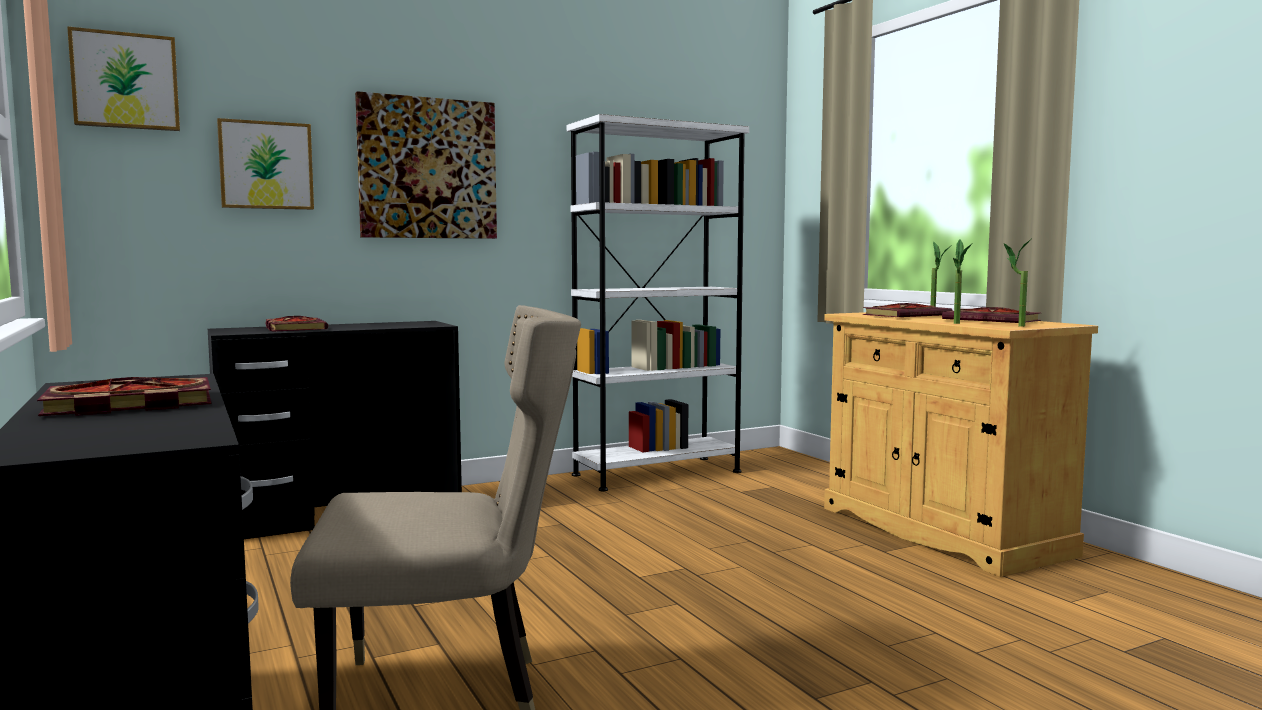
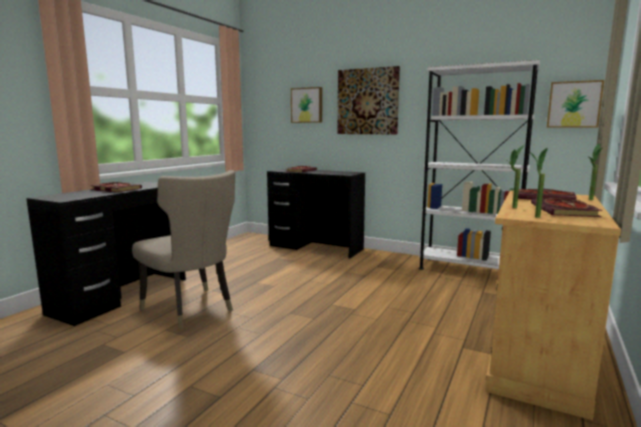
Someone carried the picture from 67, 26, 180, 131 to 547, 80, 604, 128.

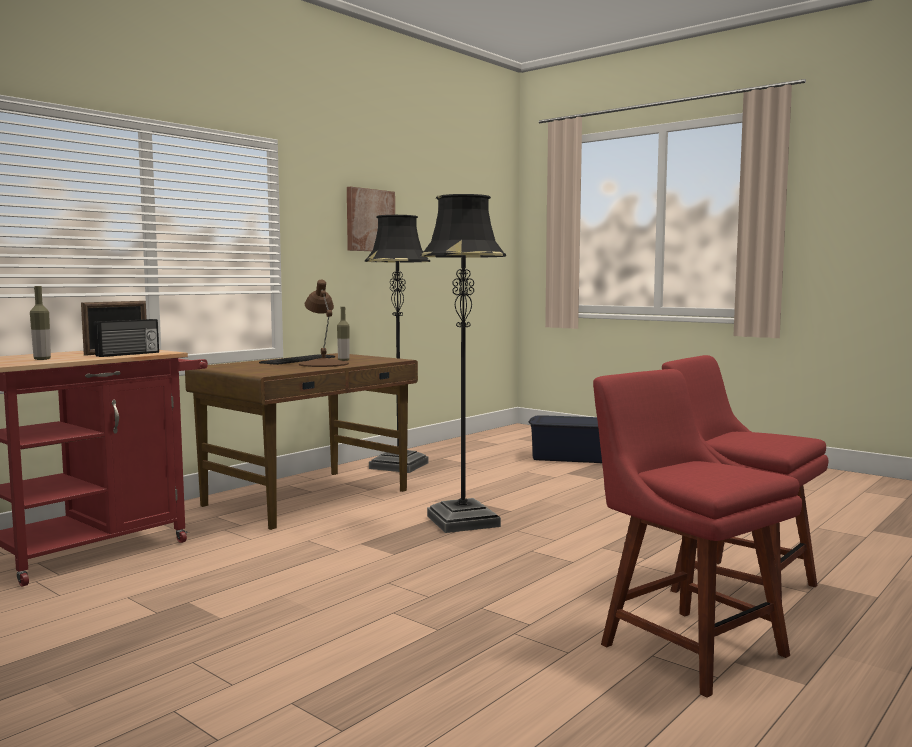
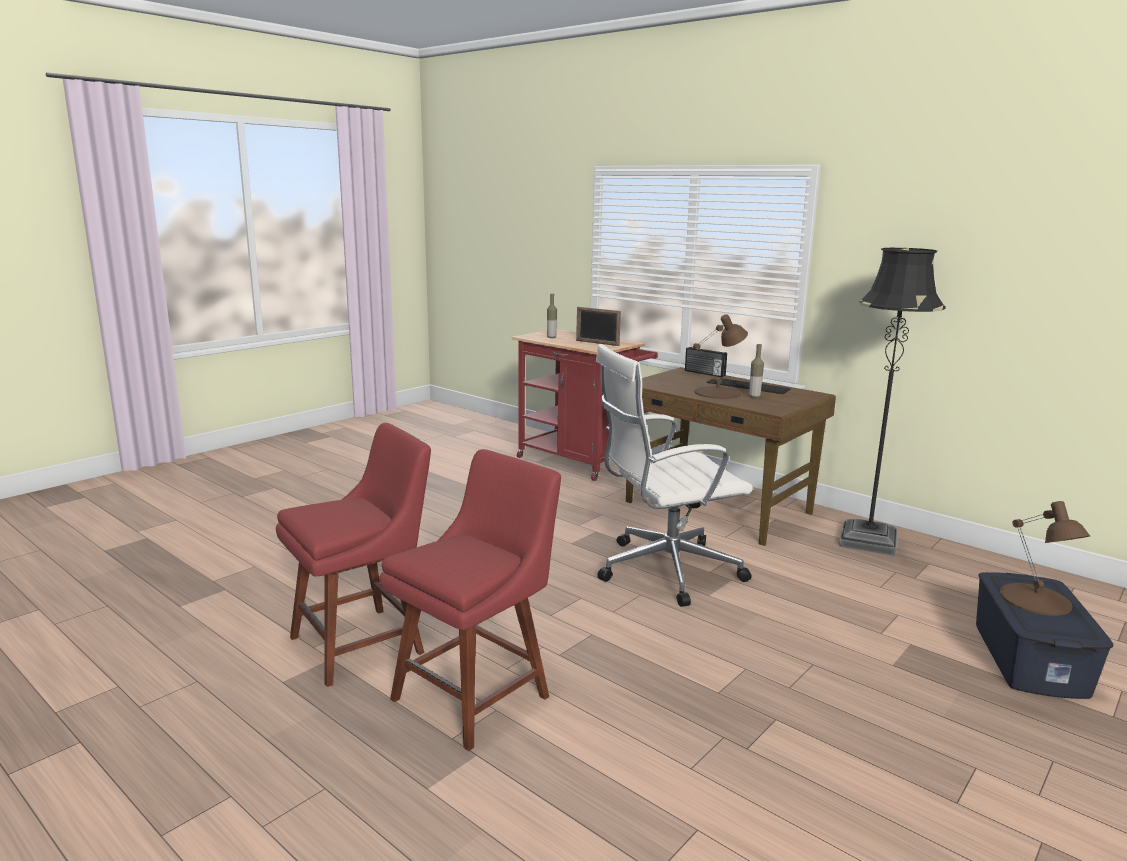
Someone carried the radio from 94, 319, 159, 357 to 685, 347, 727, 377.
Someone took away the picture at 347, 187, 395, 251.
Someone swapped the floor lamp/black at 421, 194, 506, 533 for the office chair/white at 596, 344, 753, 607.
Someone put down the table lamp/brown at 1000, 501, 1090, 616.

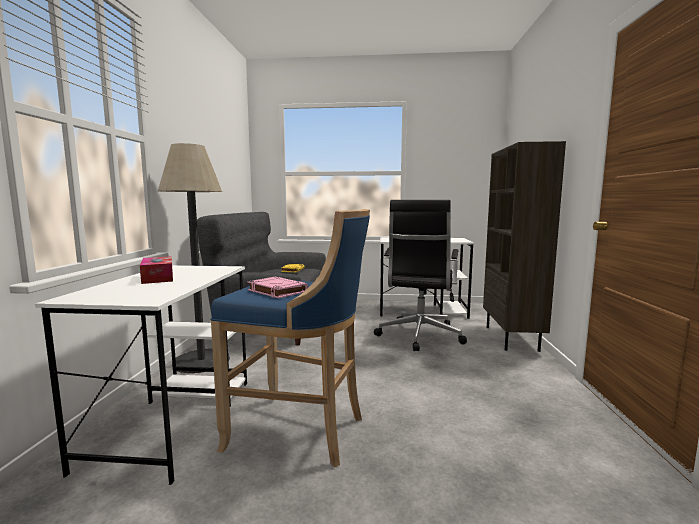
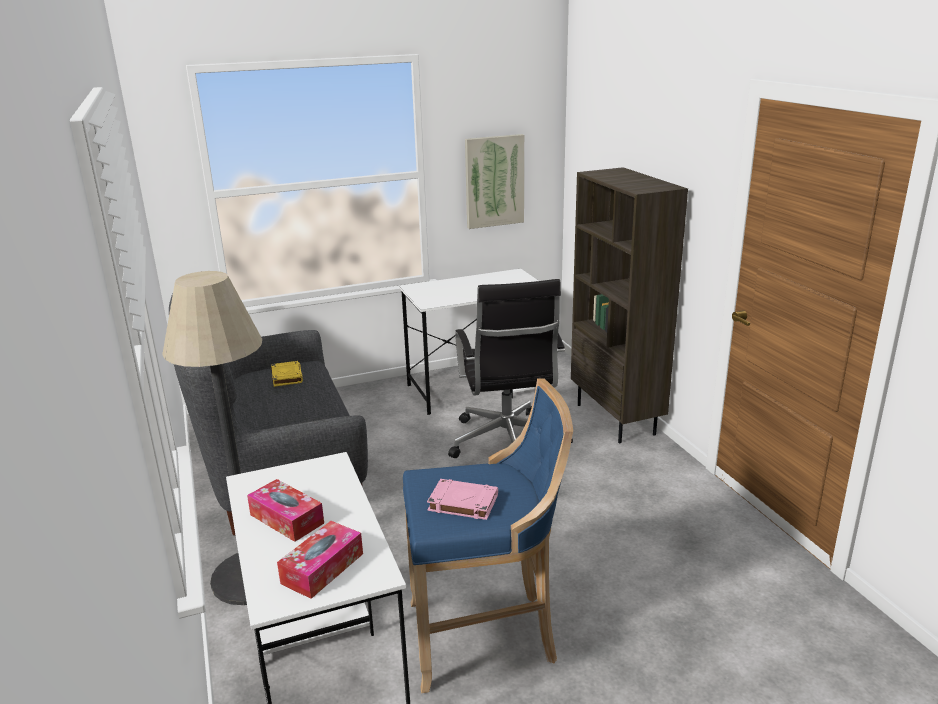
Someone put down the tissue box at 277, 521, 363, 599.
Someone put up the picture at 465, 134, 524, 229.

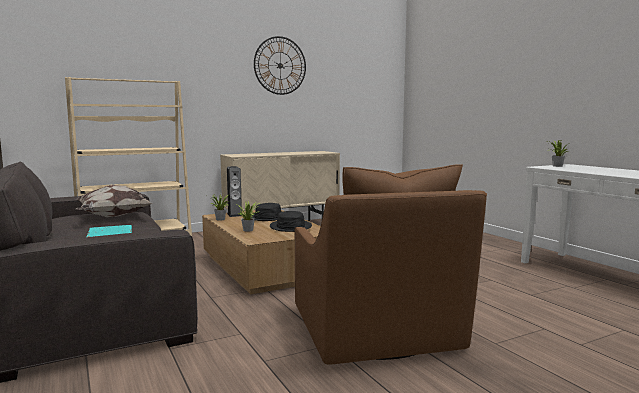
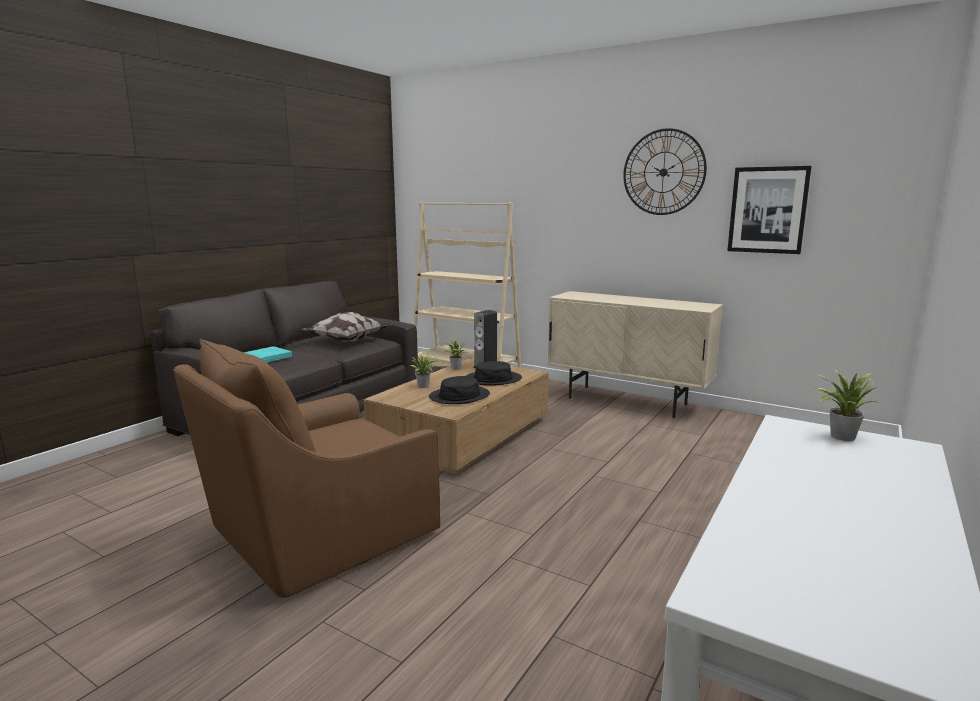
Someone put up the picture at 727, 166, 812, 254.

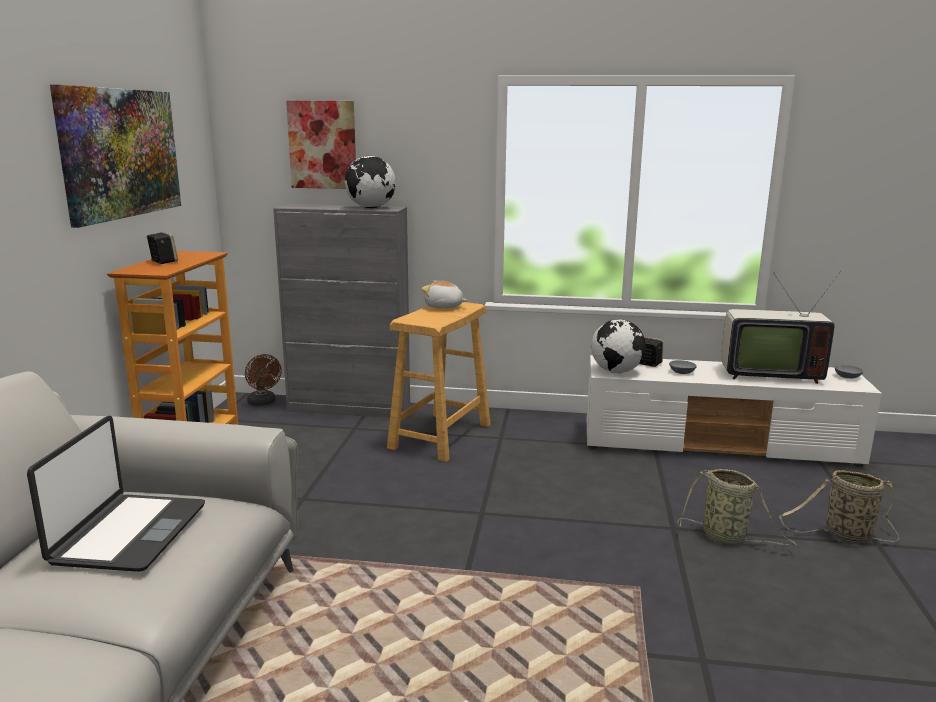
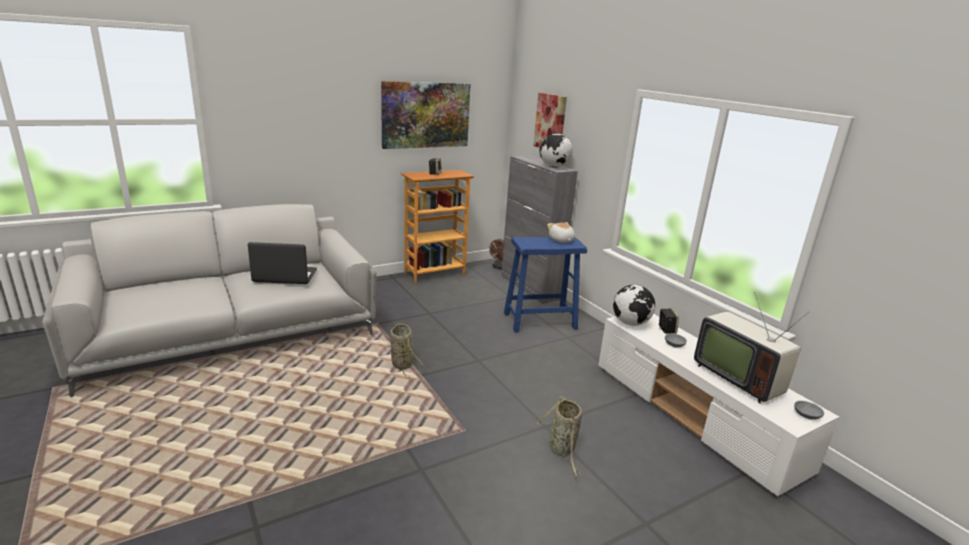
Someone rotated the laptop at 27, 416, 205, 572 by 150 degrees counterclockwise.
Someone repainted the stool/beige at 387, 302, 491, 462, which became the stool/blue at 504, 237, 587, 333.
Someone carried the basket from 779, 470, 899, 543 to 388, 324, 425, 375.

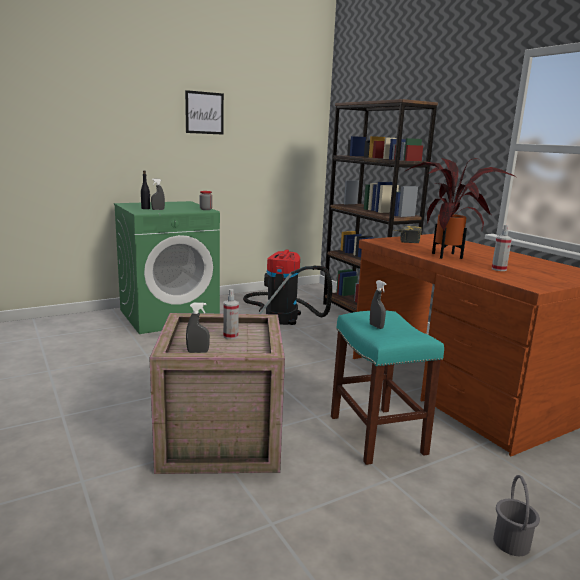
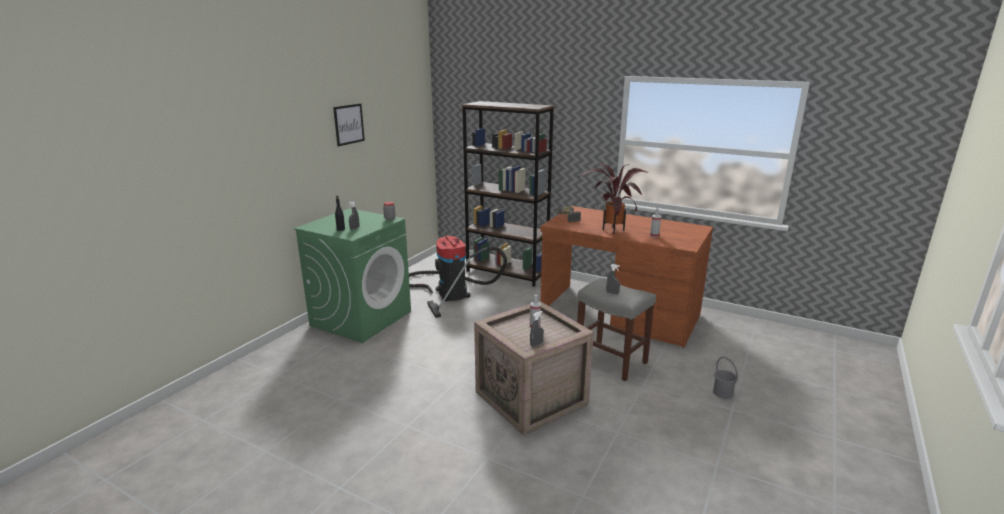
Someone repainted the stool/turquoise at 331, 311, 444, 465, which became the stool/grey at 577, 278, 656, 381.

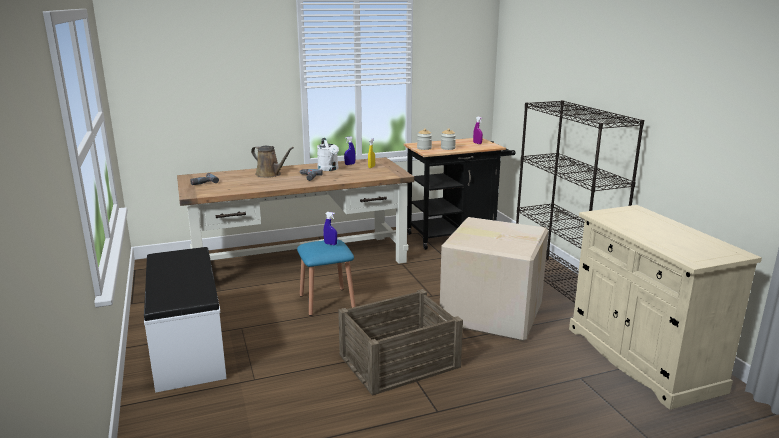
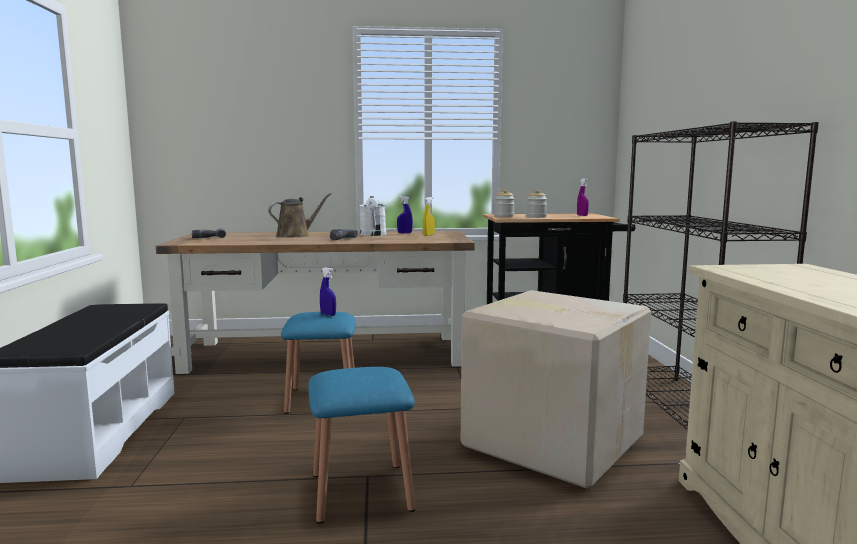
Someone rotated the watering can/brown at 251, 146, 294, 178 by 90 degrees counterclockwise.
Someone swapped the crate at 338, 289, 463, 396 for the stool/blue at 308, 367, 415, 524.

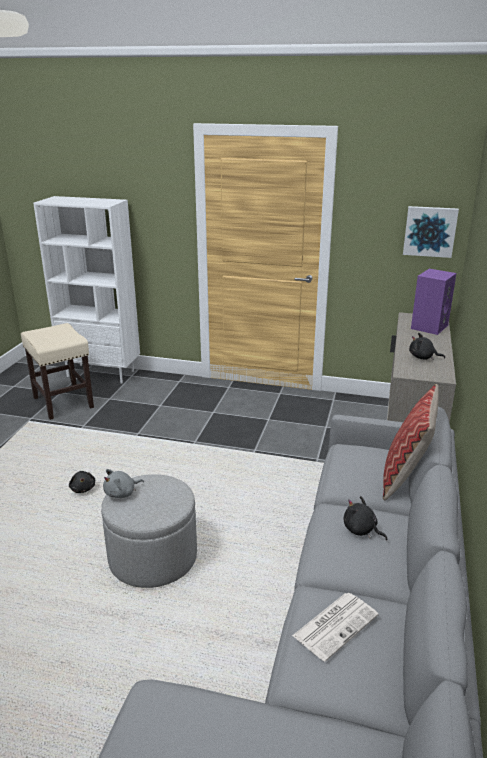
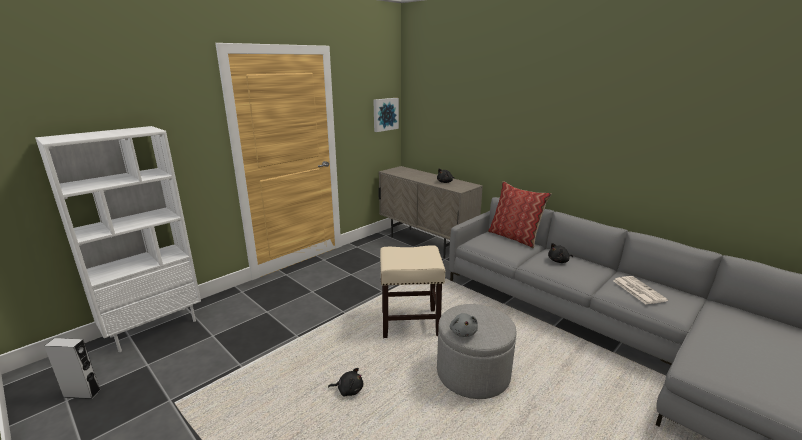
Someone carried the stool/beige from 21, 323, 94, 420 to 380, 246, 445, 338.
Someone took away the speaker/purple at 411, 269, 456, 335.
Someone put down the speaker/grey at 44, 338, 101, 399.

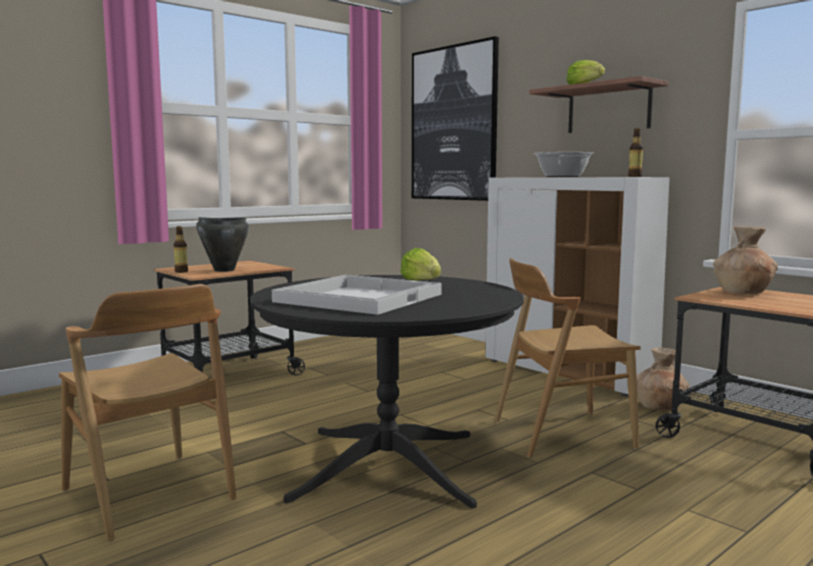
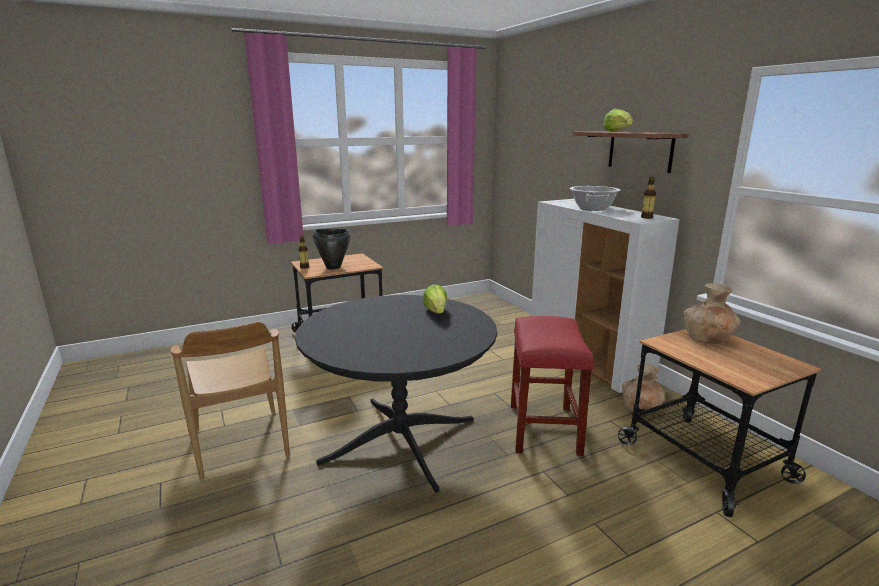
Someone took away the tray/white at 272, 275, 442, 315.
Someone took away the picture at 412, 36, 499, 201.
Someone swapped the chair/brown at 495, 258, 641, 458 for the stool/red at 511, 316, 594, 456.

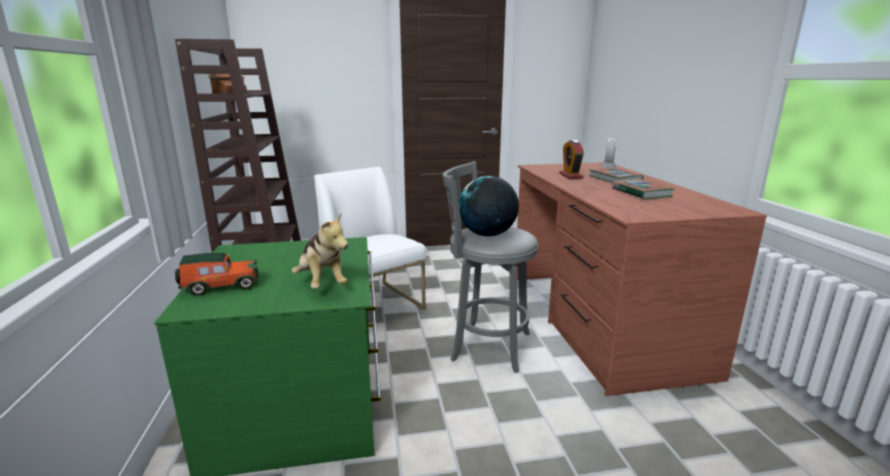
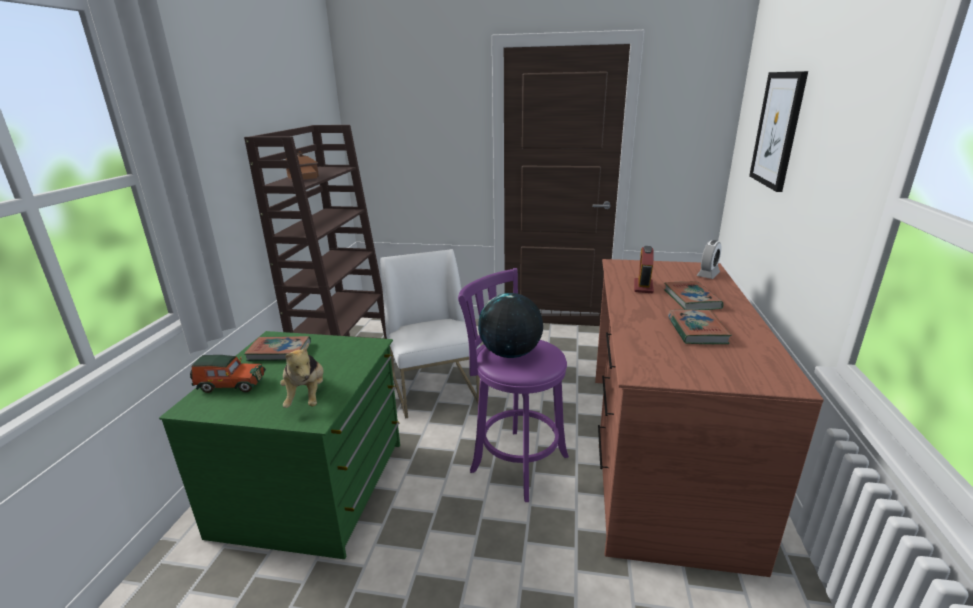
Someone repainted the stool/grey at 443, 161, 538, 373, which became the stool/purple at 458, 268, 569, 502.
Someone put down the book at 244, 336, 311, 361.
Someone put up the picture at 749, 71, 808, 192.

